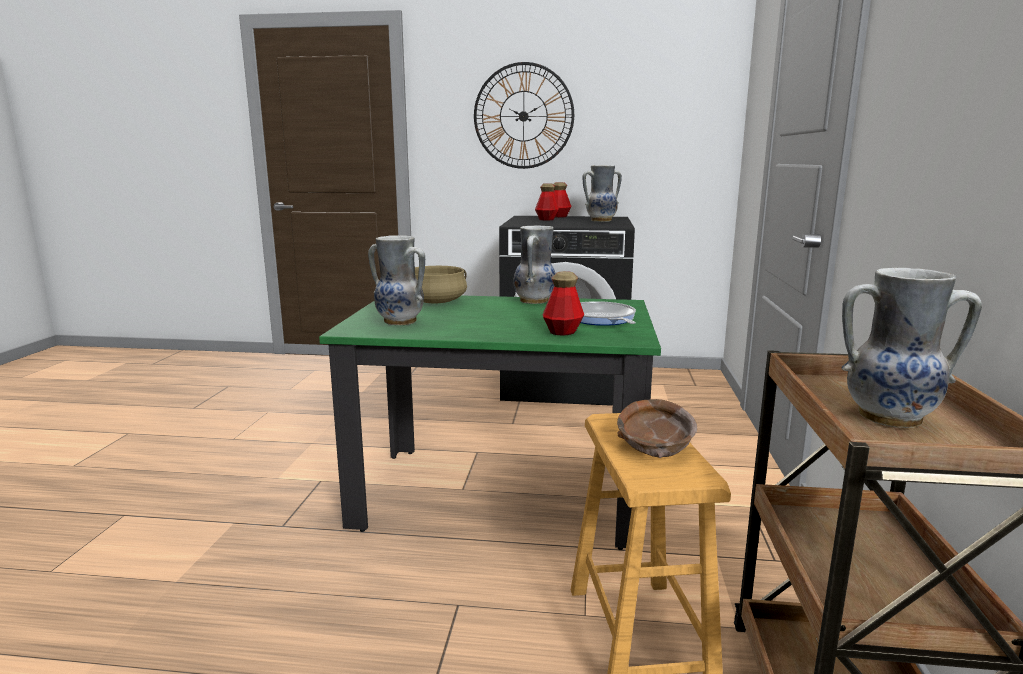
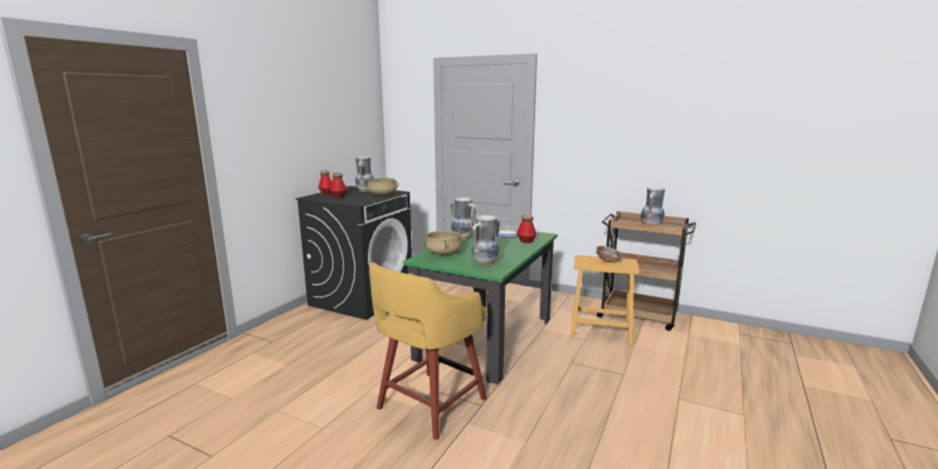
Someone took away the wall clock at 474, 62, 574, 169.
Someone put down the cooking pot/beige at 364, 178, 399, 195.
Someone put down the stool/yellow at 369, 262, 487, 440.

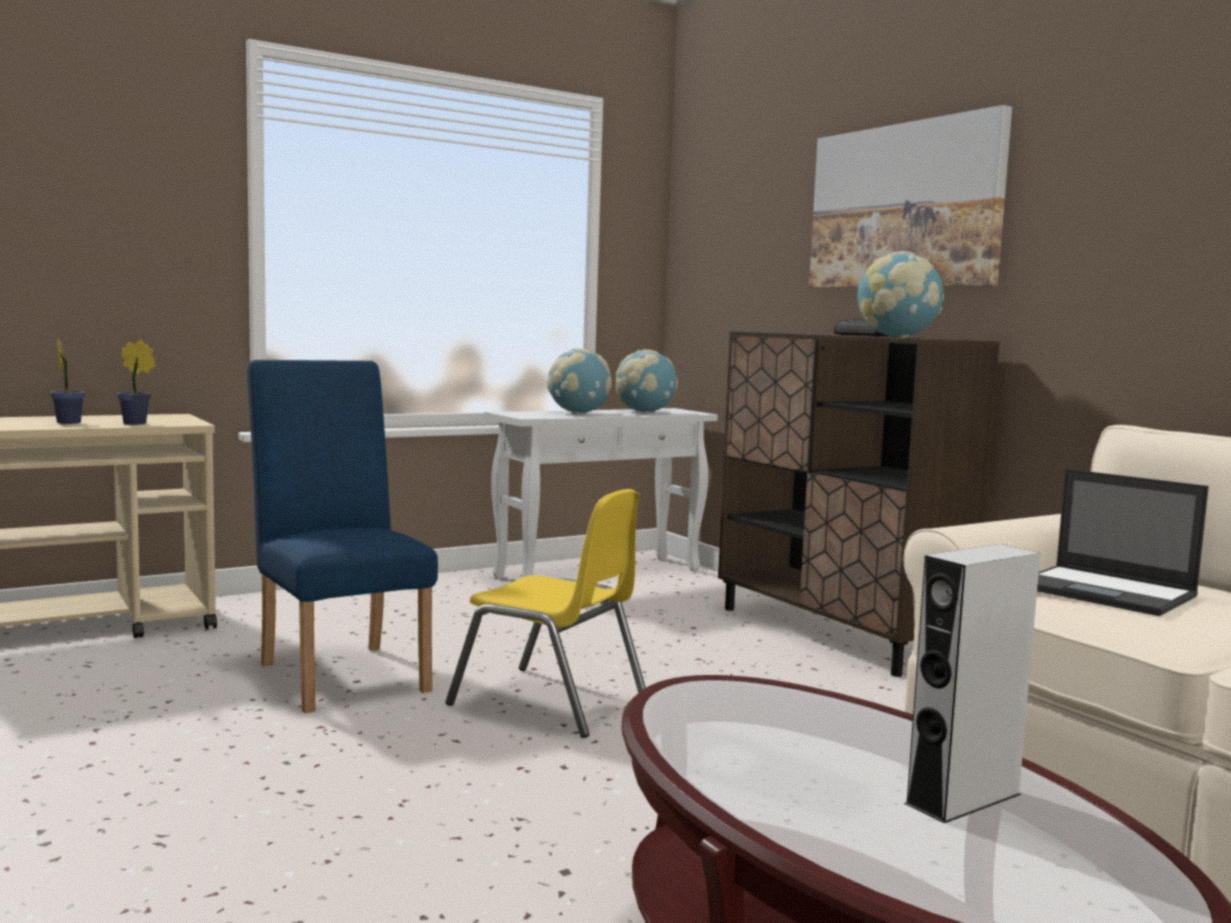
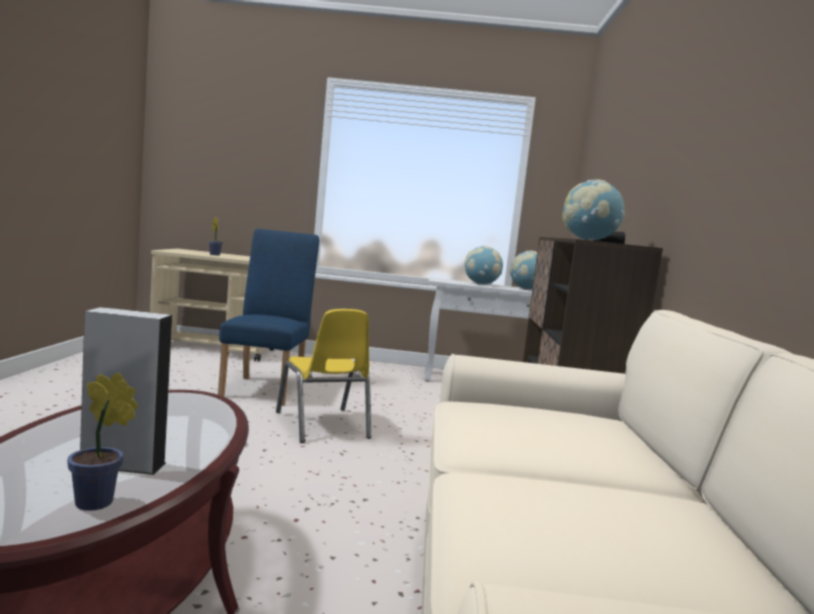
Someone carried the potted plant from 117, 340, 155, 425 to 67, 373, 138, 511.
Someone took away the picture at 809, 105, 1012, 288.
Someone took away the laptop at 1037, 469, 1209, 616.

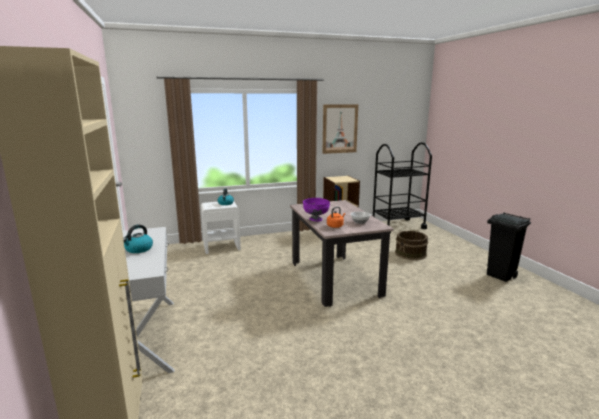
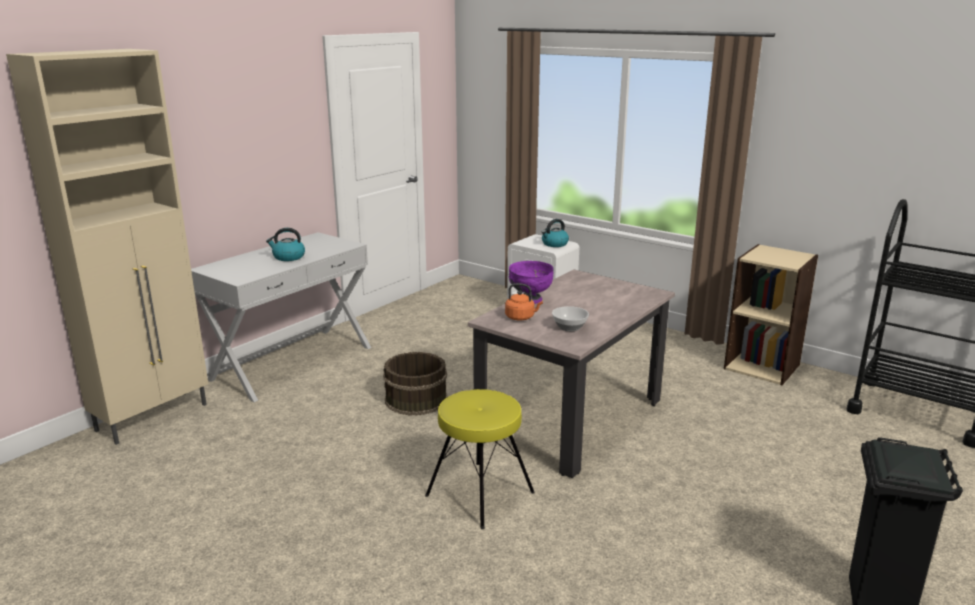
Someone took away the picture at 322, 104, 358, 154.
Someone carried the bucket/brown from 395, 231, 428, 260 to 383, 352, 448, 416.
Someone put down the stool/yellow at 425, 389, 535, 529.

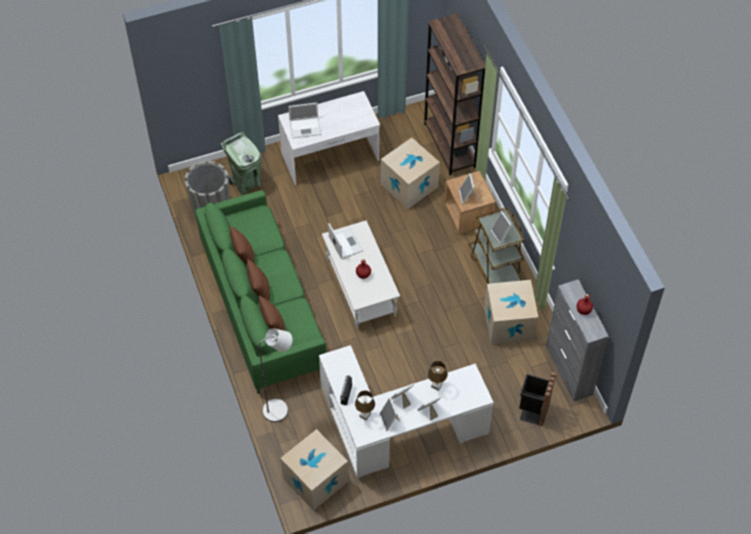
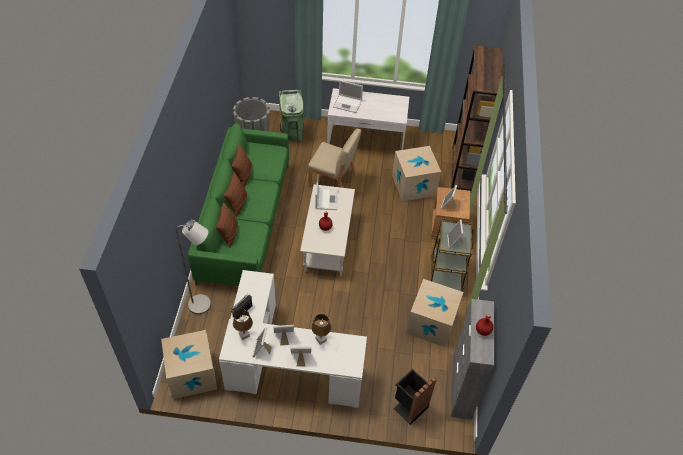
Someone put down the chair/beige at 308, 129, 361, 188.

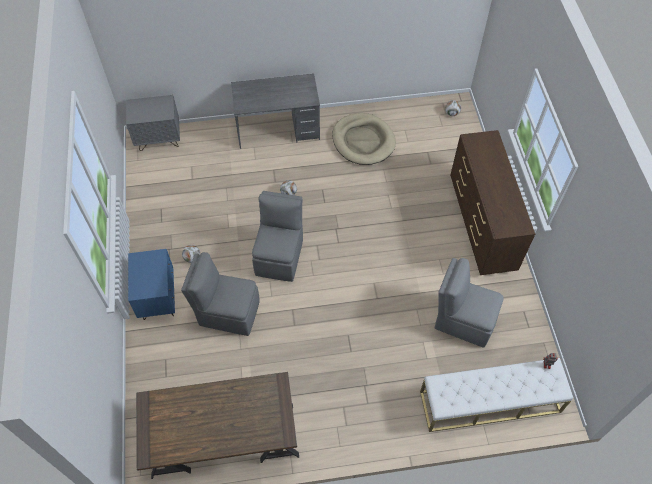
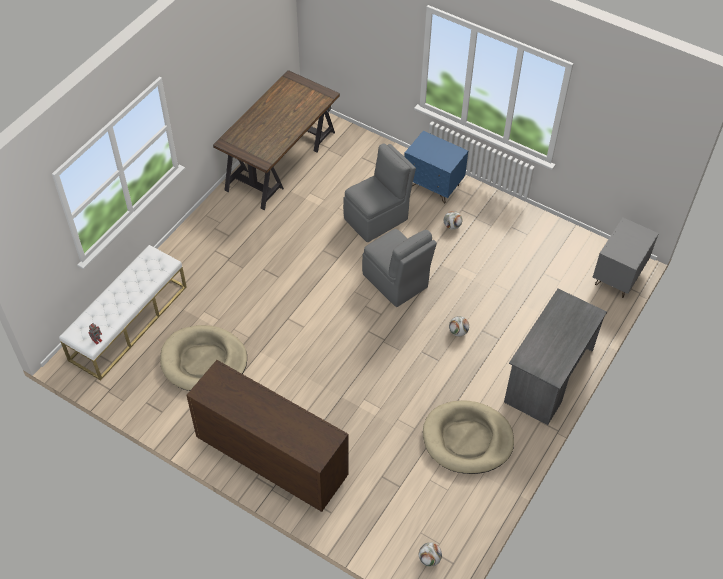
Someone swapped the chair/grey at 435, 258, 504, 348 for the dog bed/beige at 160, 325, 247, 391.

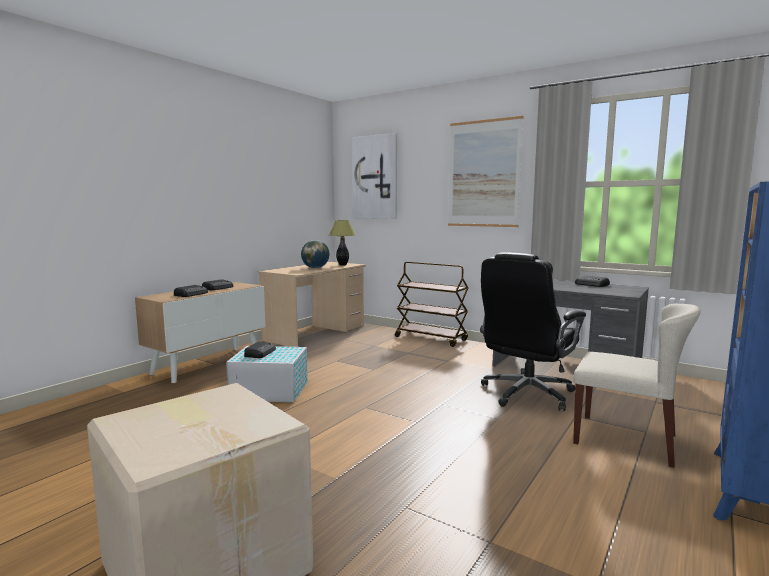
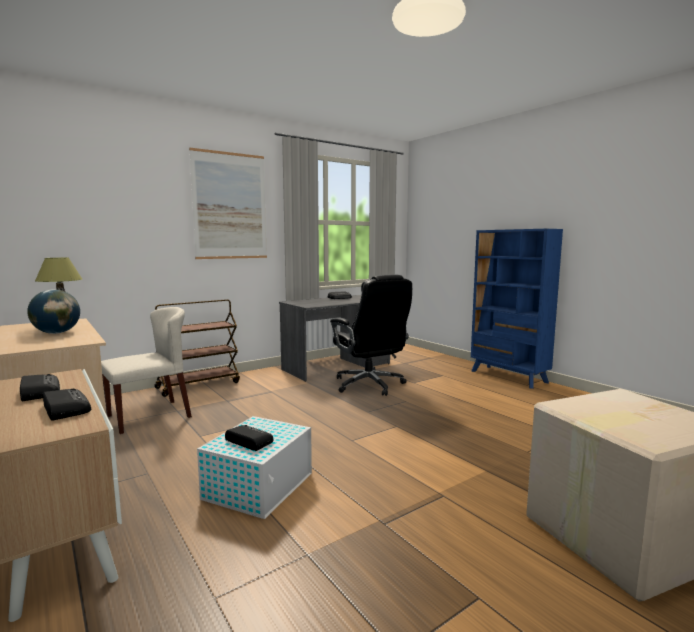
Someone took away the picture at 352, 133, 397, 219.
Someone carried the chair/beige from 573, 304, 701, 468 to 101, 307, 192, 434.

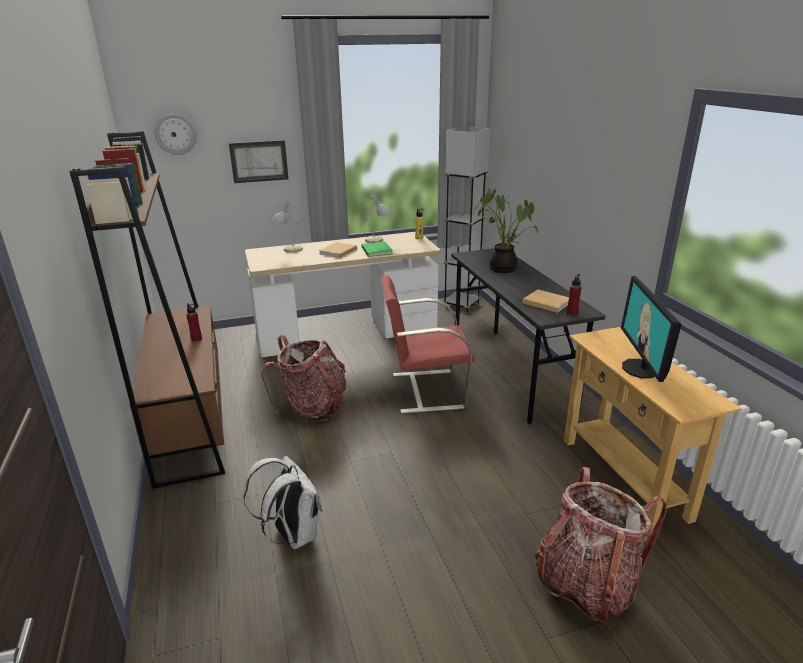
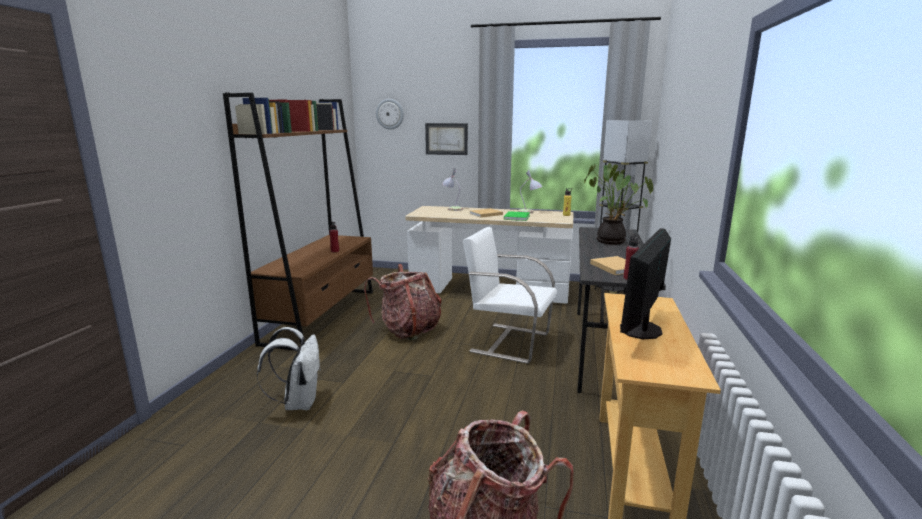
Someone repainted the chair/red at 380, 275, 475, 414, which became the chair/white at 463, 227, 557, 364.

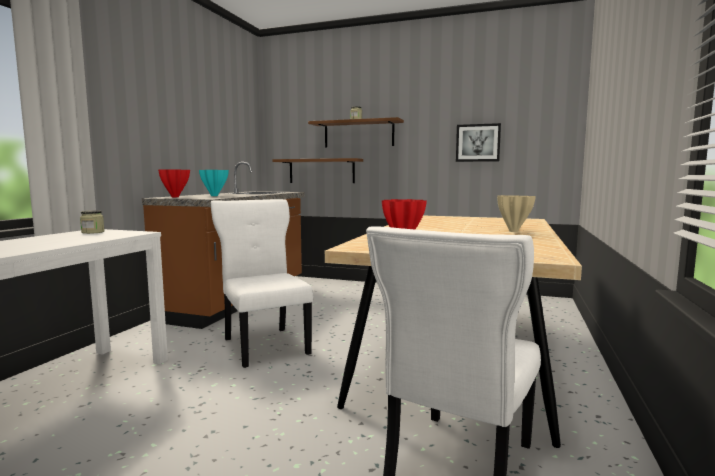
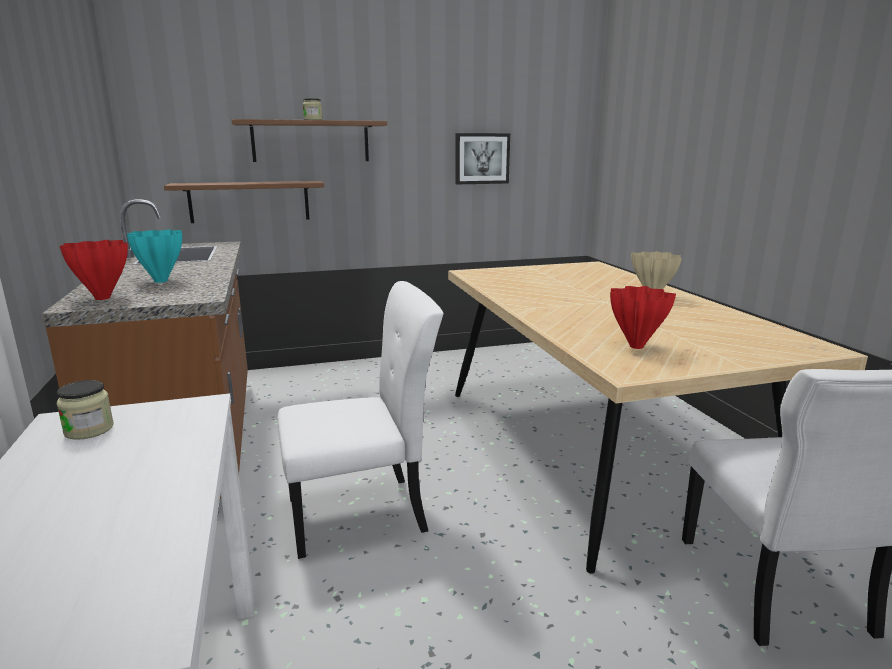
Someone rotated the chair/white at 211, 199, 313, 368 by 135 degrees clockwise.

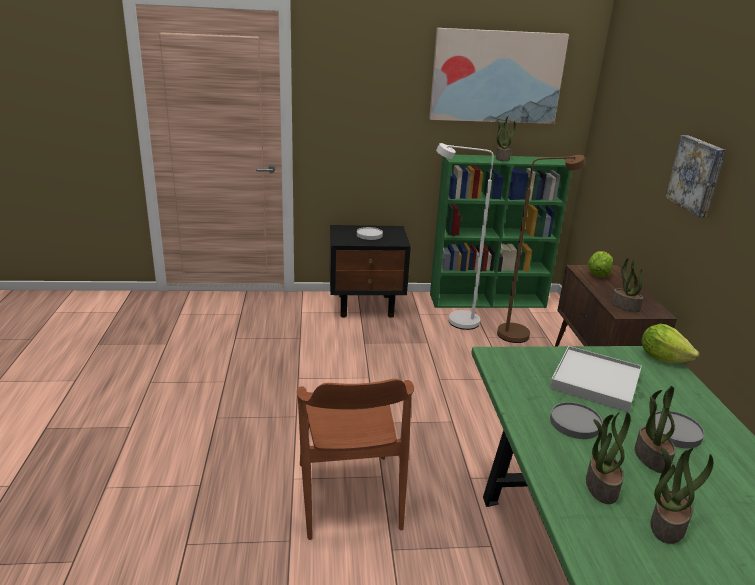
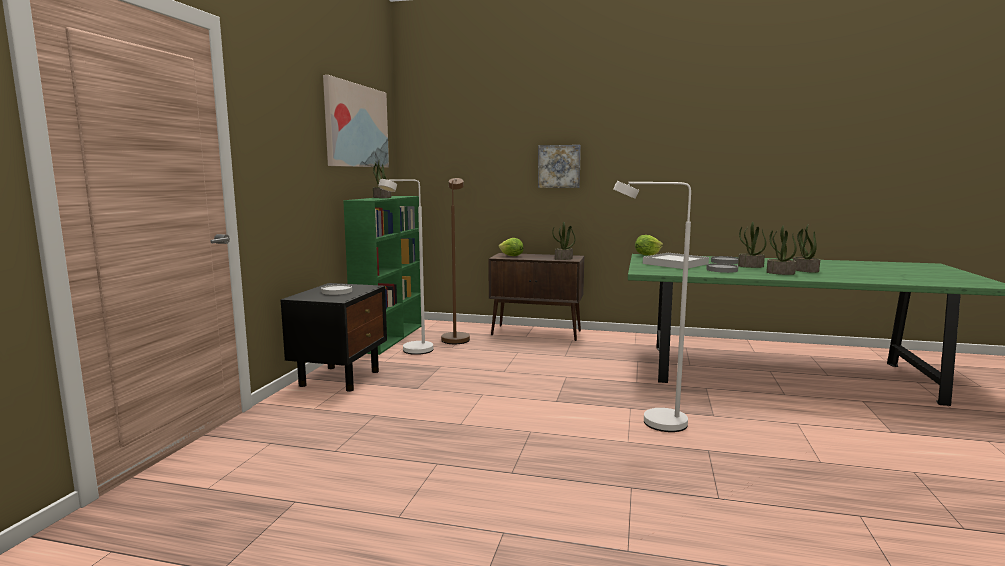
Someone swapped the chair/brown at 297, 379, 414, 540 for the floor lamp/white at 614, 181, 691, 432.

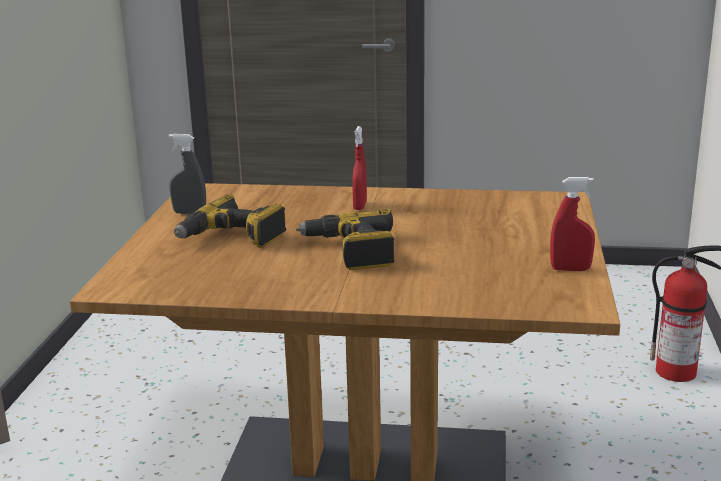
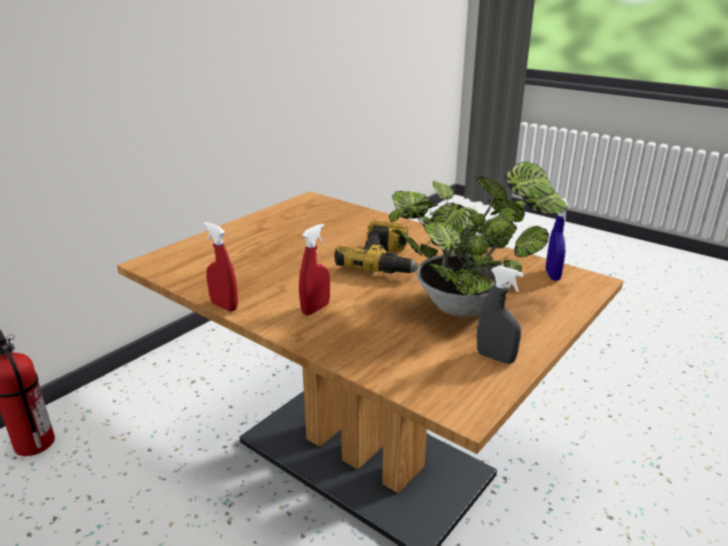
Someone swapped the power drill at 174, 194, 286, 248 for the potted plant at 389, 162, 568, 317.
Someone carried the spray bottle/red from 550, 177, 595, 271 to 204, 222, 238, 312.
Someone put down the spray bottle/blue at 546, 198, 569, 280.

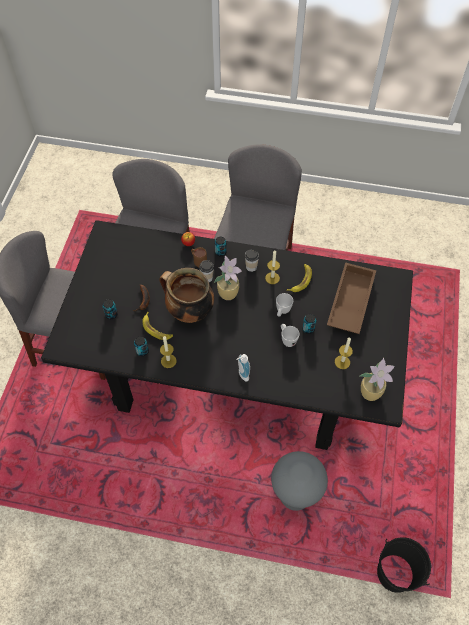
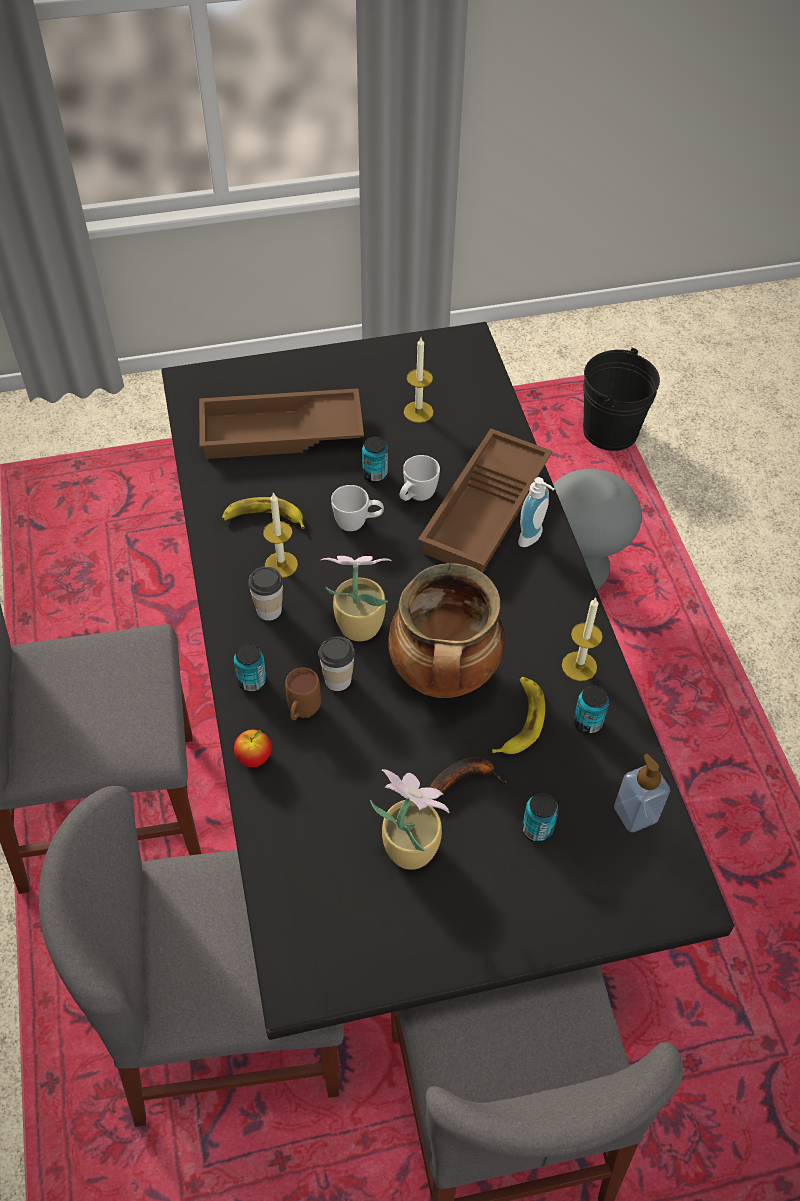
Someone carried the potted plant from 359, 358, 394, 401 to 370, 769, 450, 870.
Someone put down the tray/brown at 418, 428, 552, 573.
Someone put down the soap dispenser at 614, 754, 670, 832.

